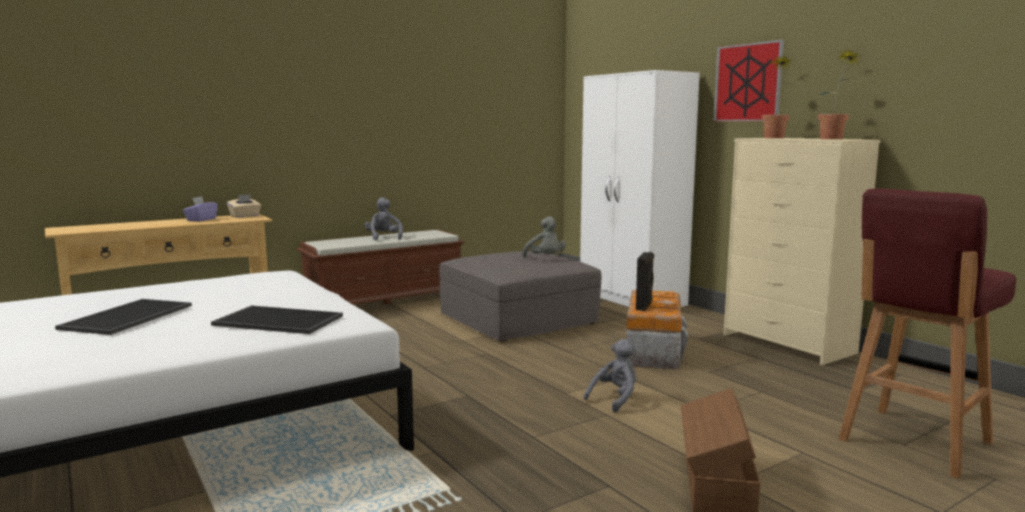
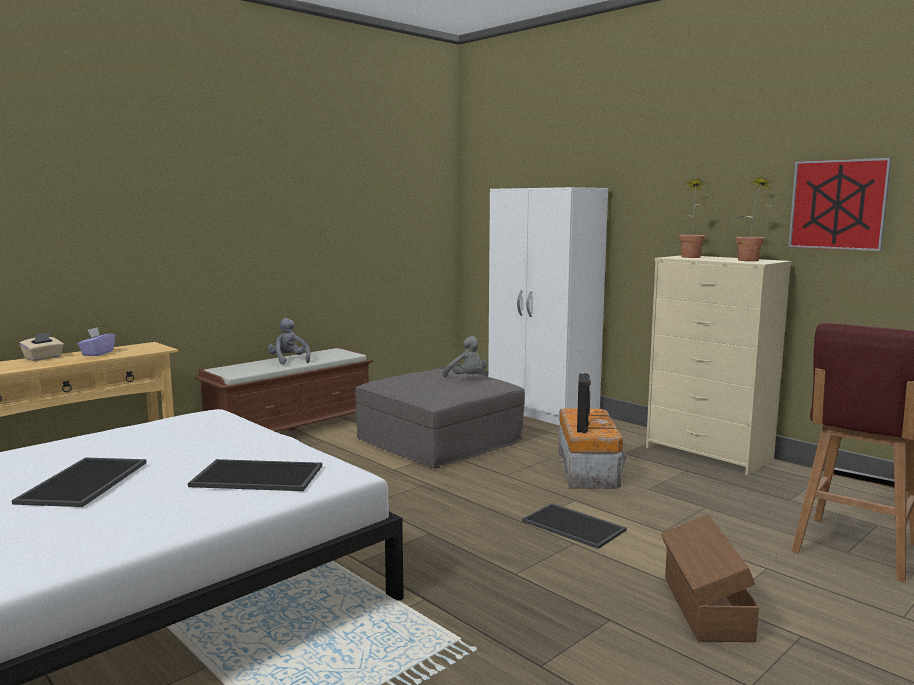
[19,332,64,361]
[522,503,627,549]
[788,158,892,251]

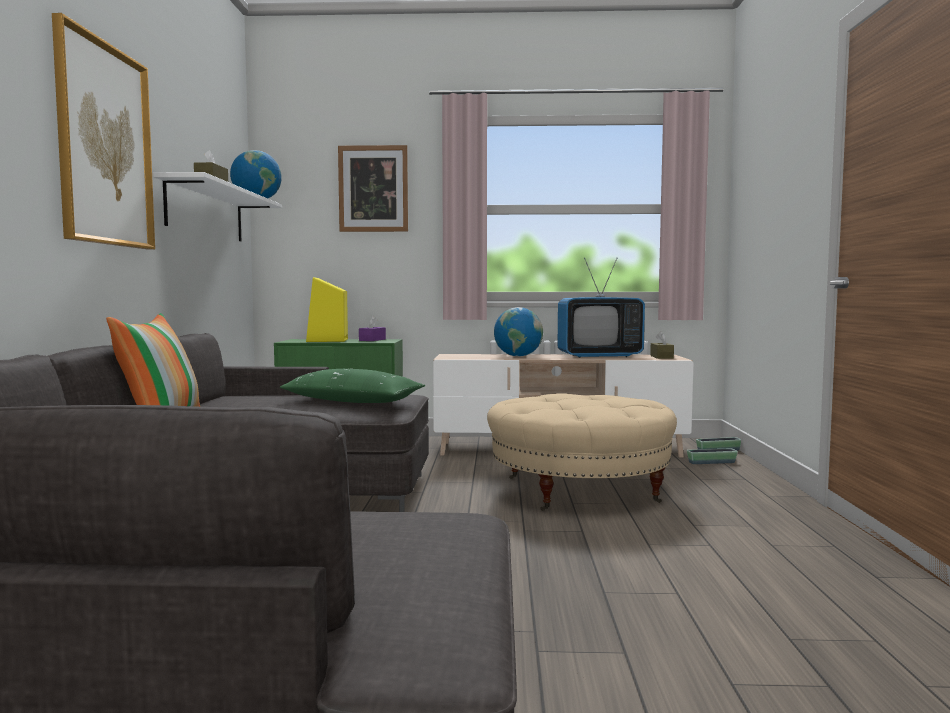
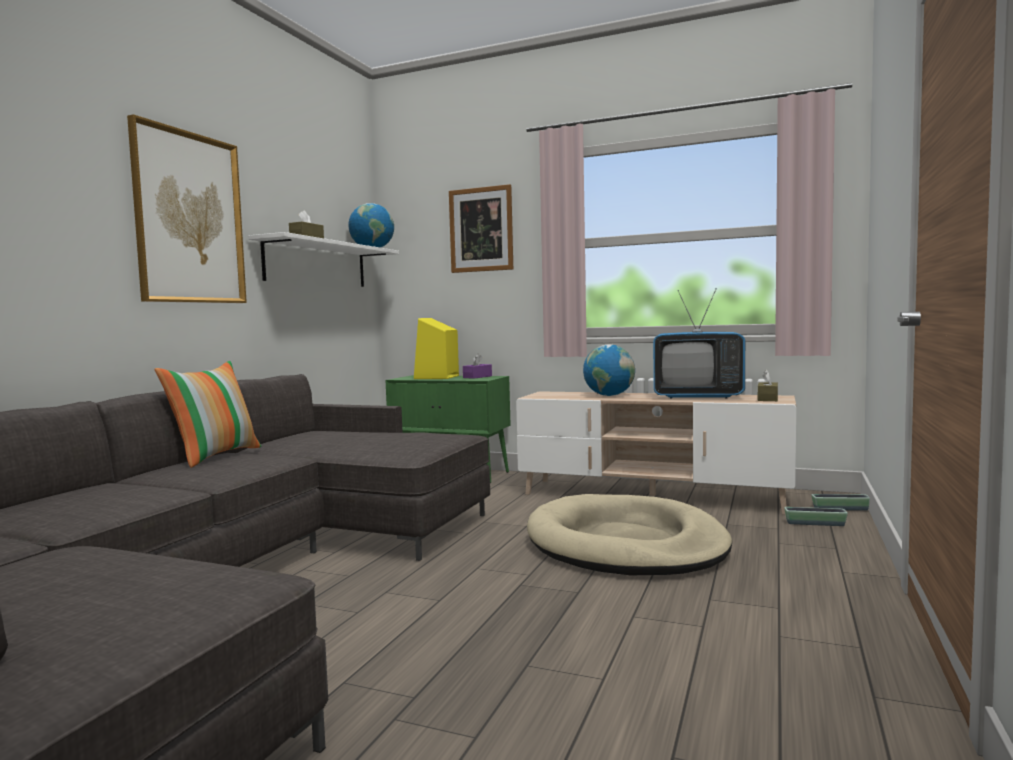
[280,369,425,403] (first image)
[527,494,732,575]

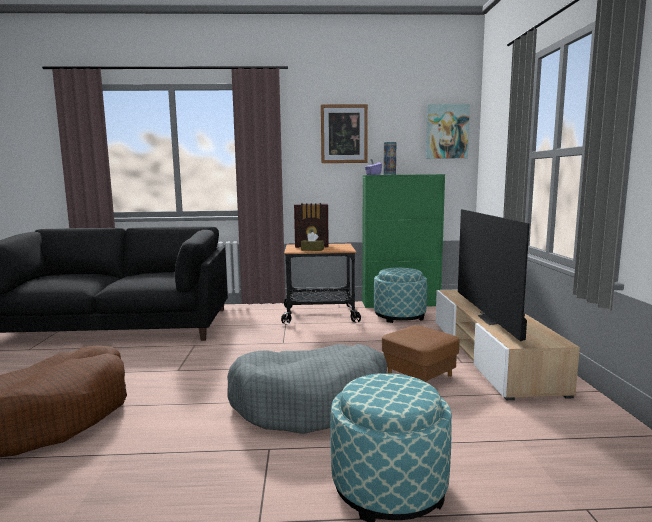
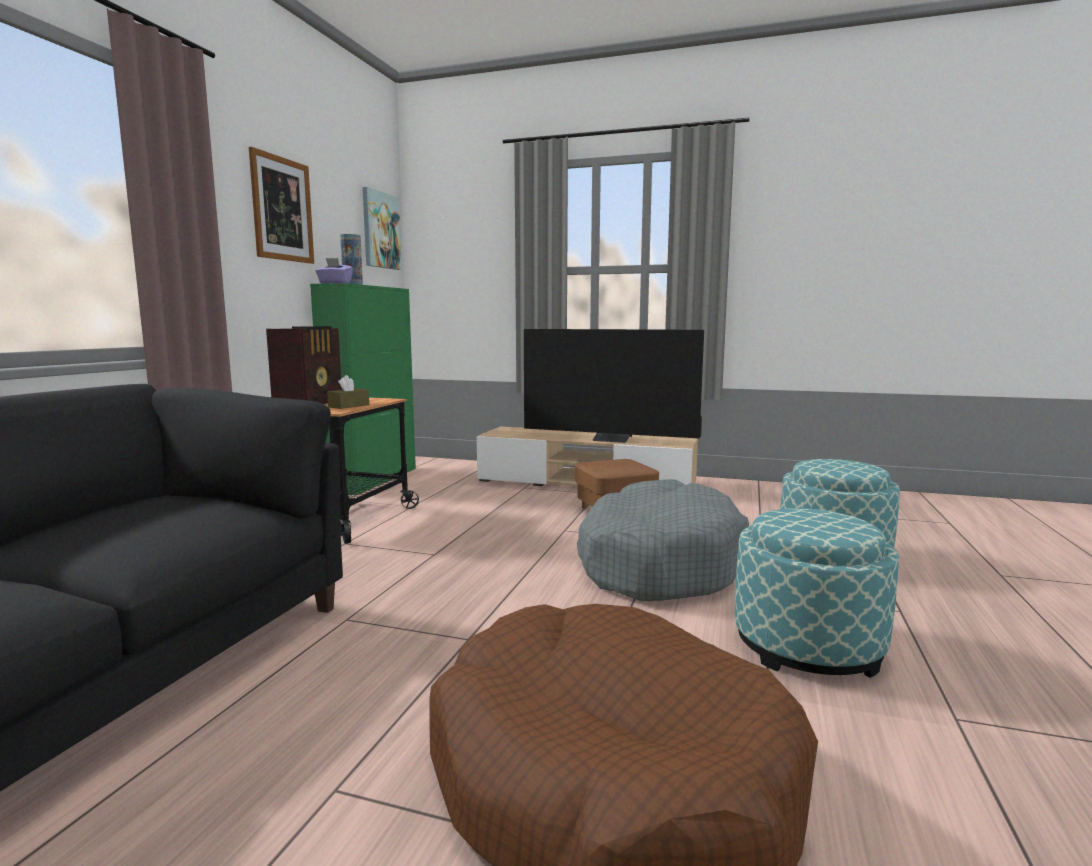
[735,508,899,678]

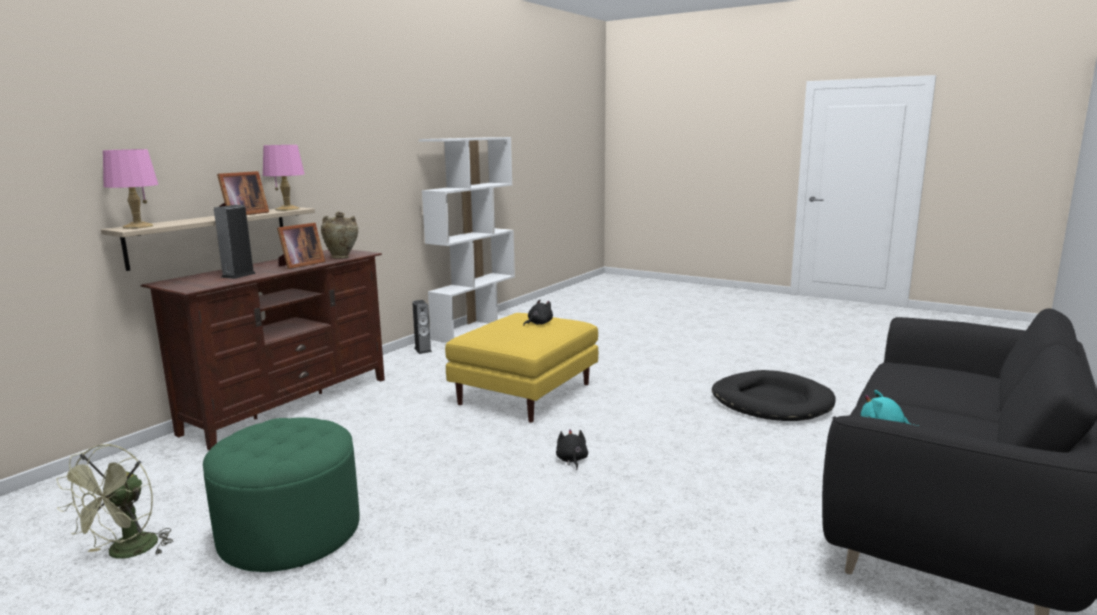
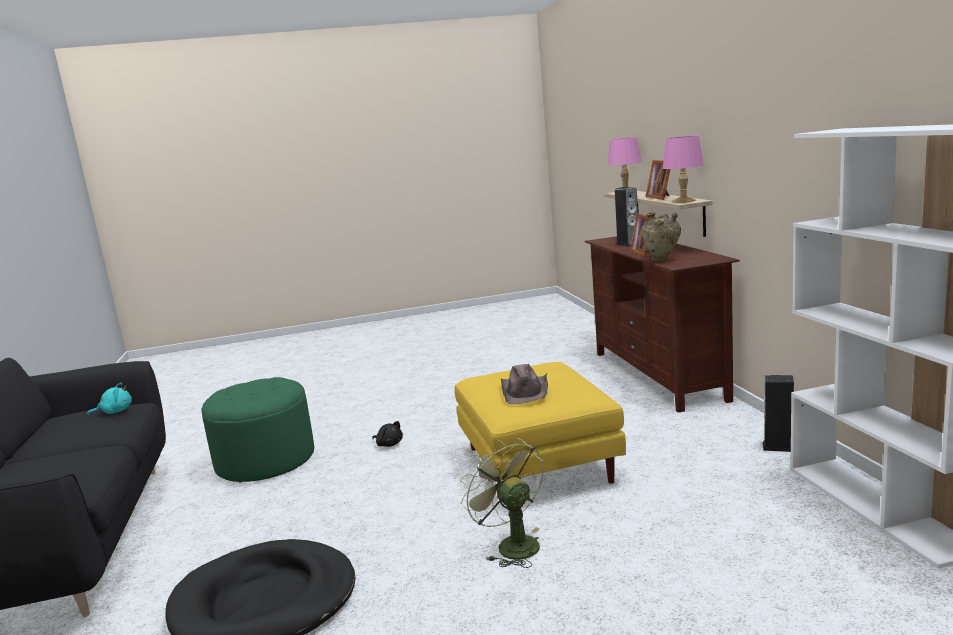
[460,438,544,568]
[202,377,314,482]
[501,364,548,404]

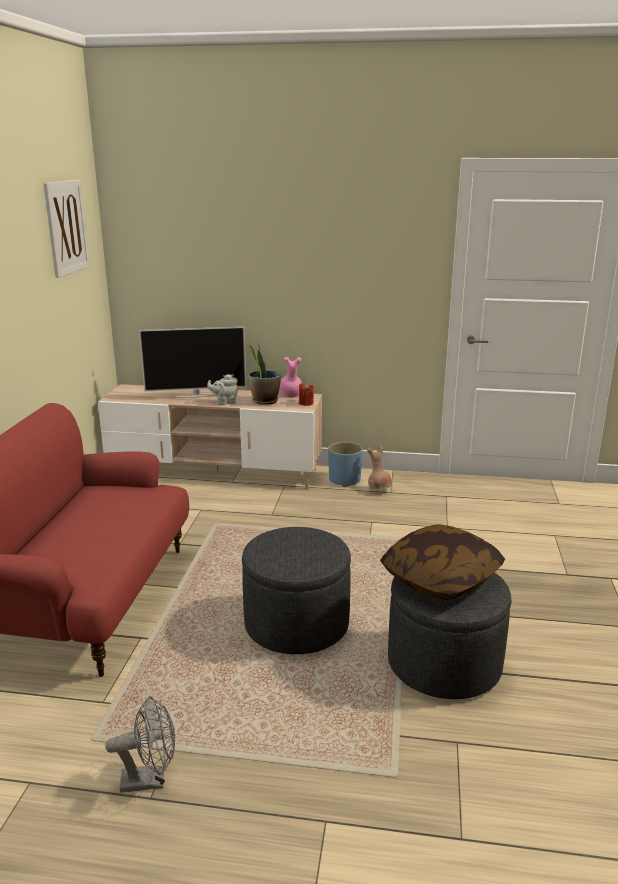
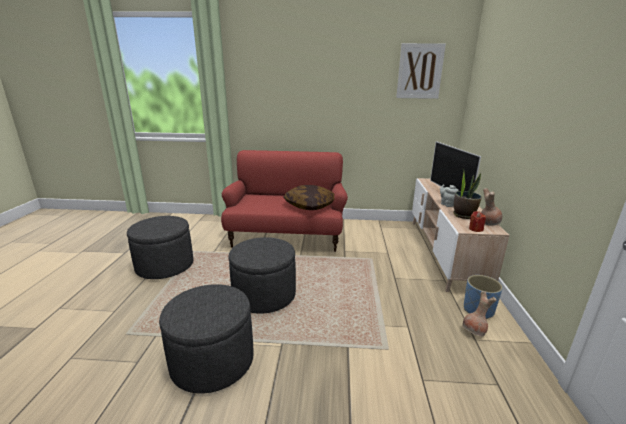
[127,216,193,279]
[481,188,502,226]
[284,185,334,210]

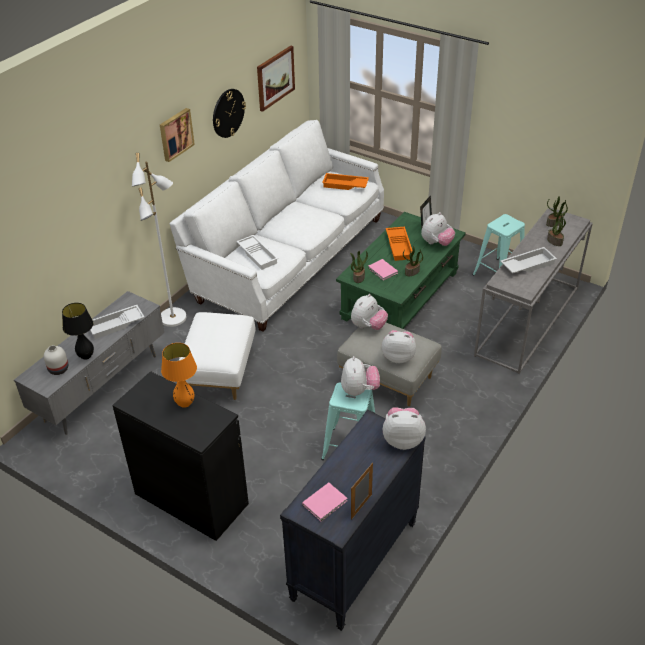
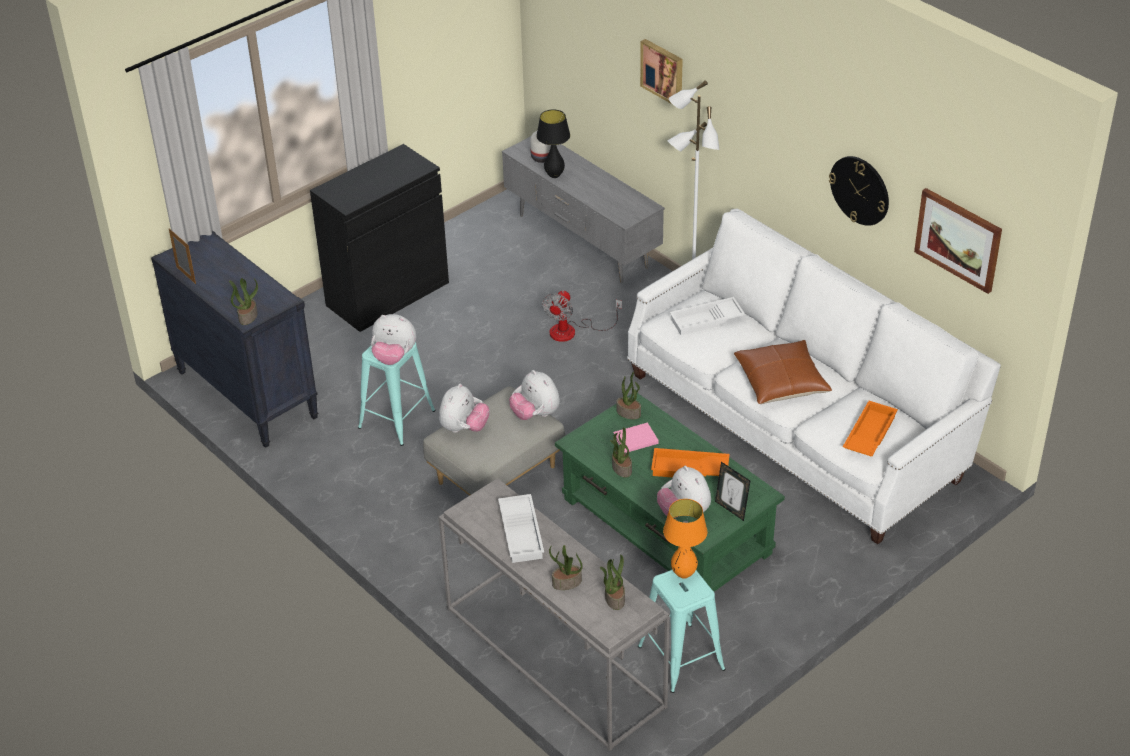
[90,305,144,339] (first image)
[640,39,683,105]
[663,499,707,579]
[542,290,622,342]
[302,483,347,521] (first image)
[229,278,258,325]
[734,340,832,404]

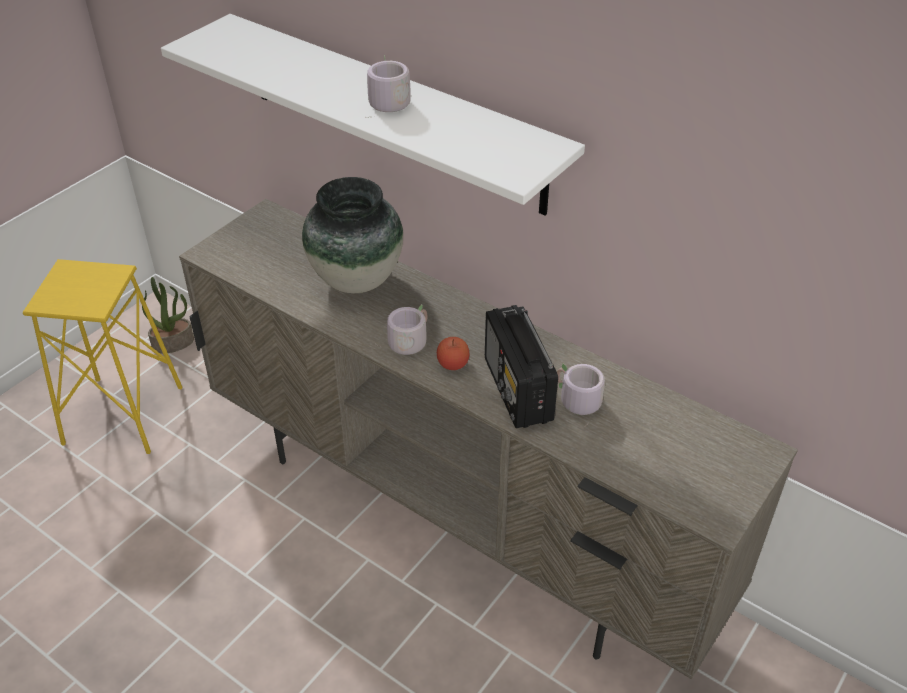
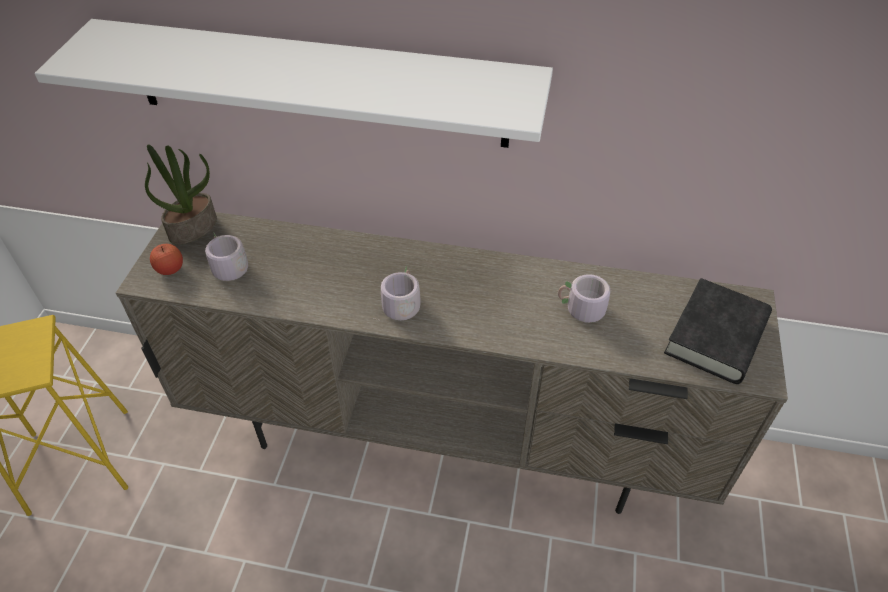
[145,144,217,244]
[302,177,403,293] (first image)
[205,232,248,281]
[150,244,183,275]
[485,305,558,428] (first image)
[664,278,772,384]

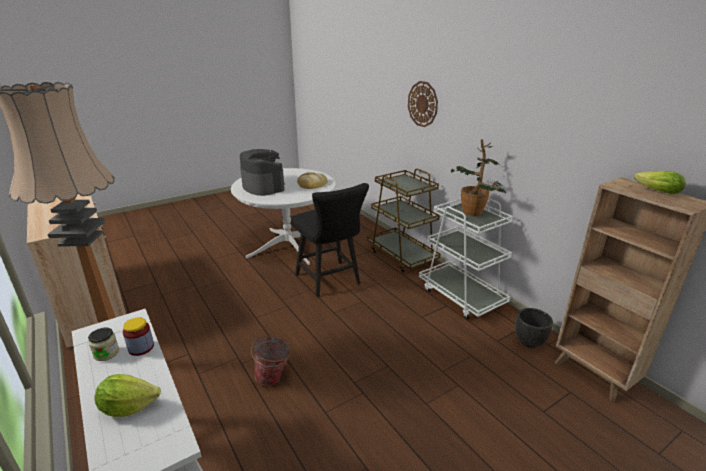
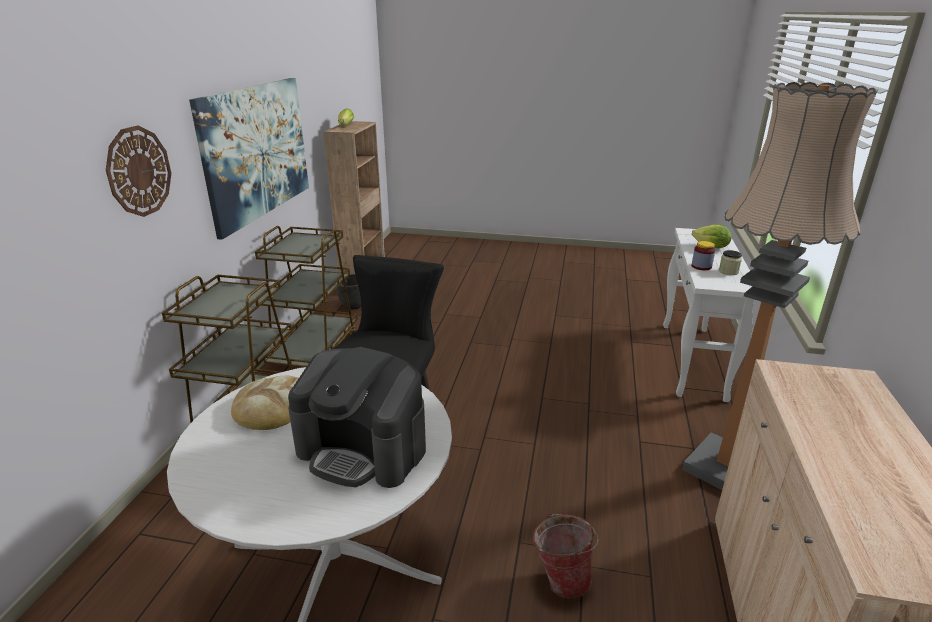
[288,347,426,488]
[533,513,598,599]
[255,226,358,367]
[451,139,506,216] (first image)
[189,78,309,240]

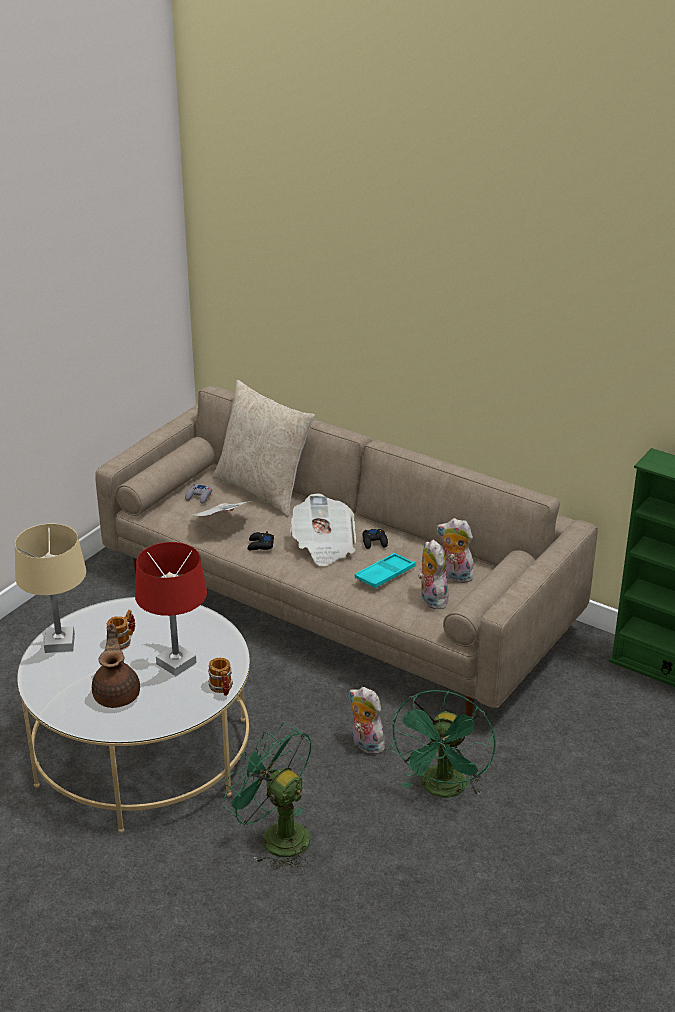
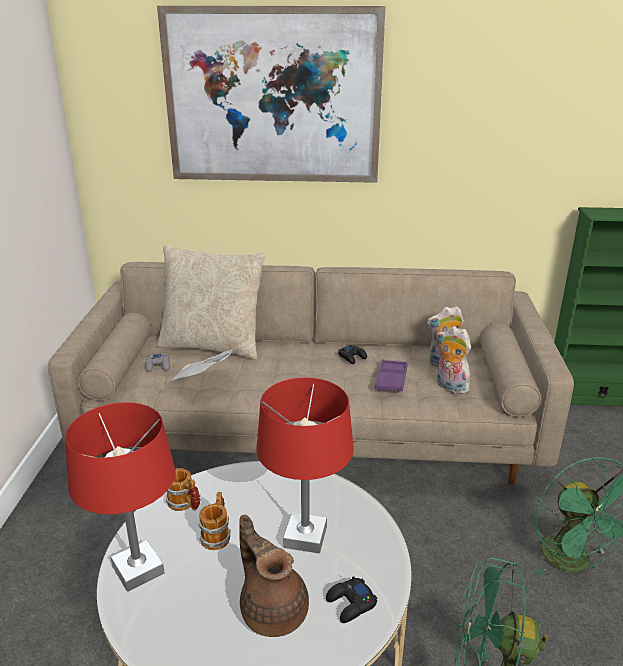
[65,402,175,592]
[166,468,200,511]
[326,576,377,623]
[290,494,356,567] (first image)
[349,687,385,755] (first image)
[375,360,408,393]
[157,6,386,183]

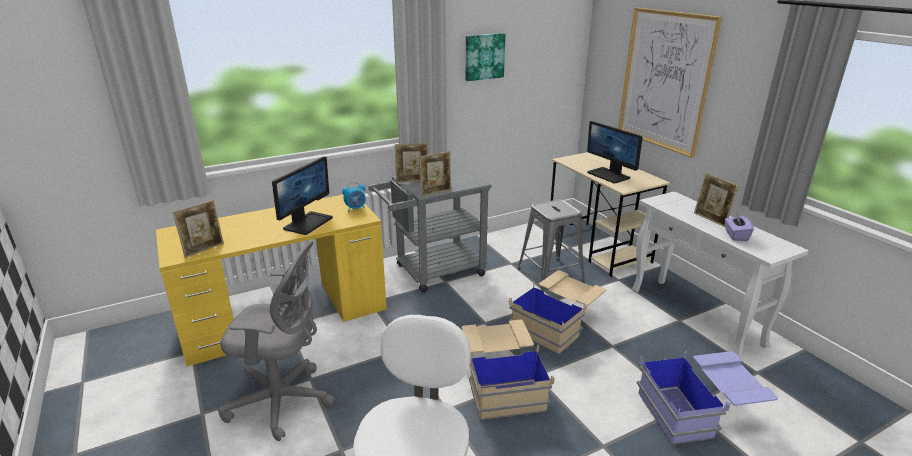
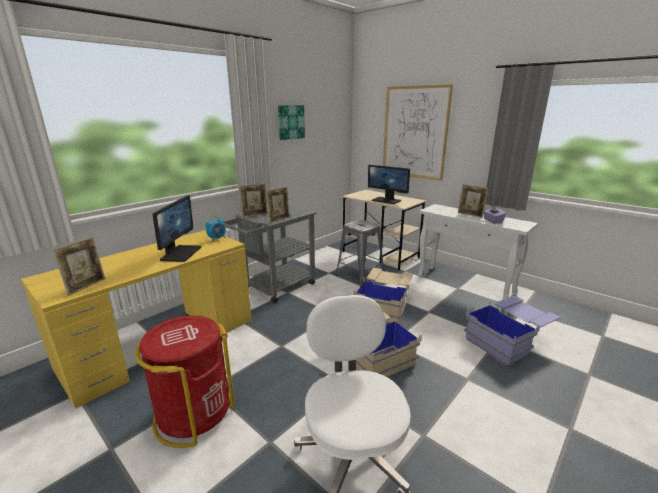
[135,315,235,448]

